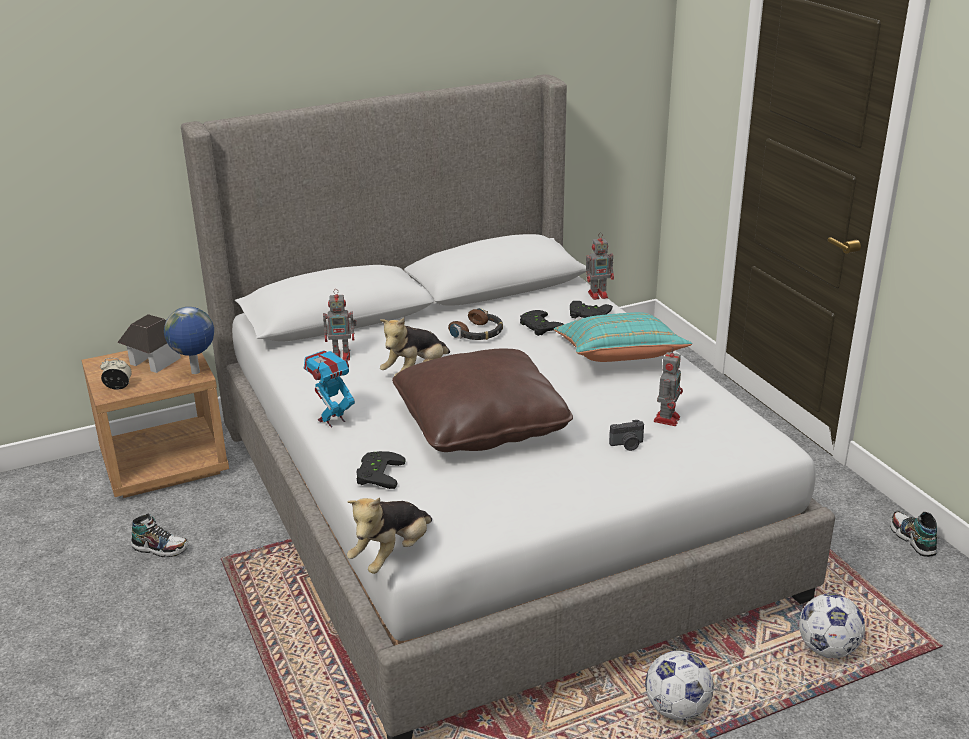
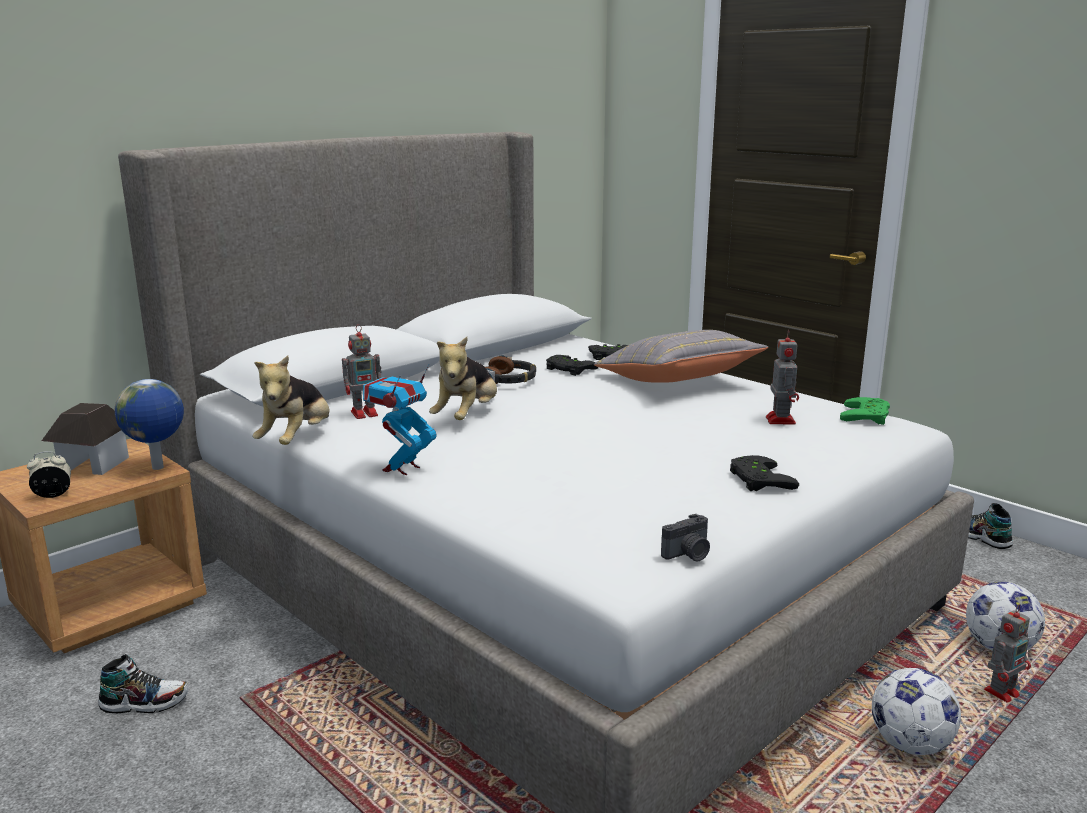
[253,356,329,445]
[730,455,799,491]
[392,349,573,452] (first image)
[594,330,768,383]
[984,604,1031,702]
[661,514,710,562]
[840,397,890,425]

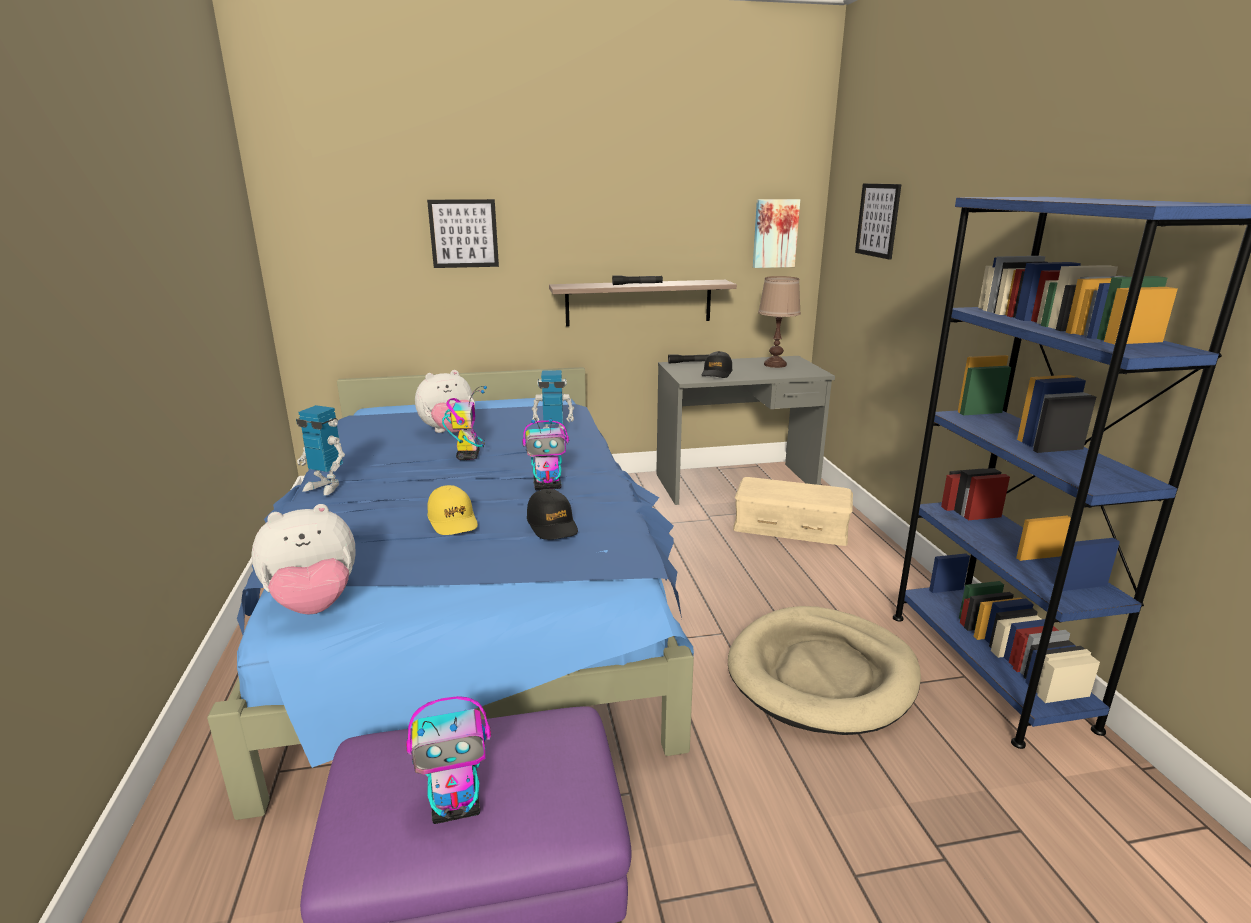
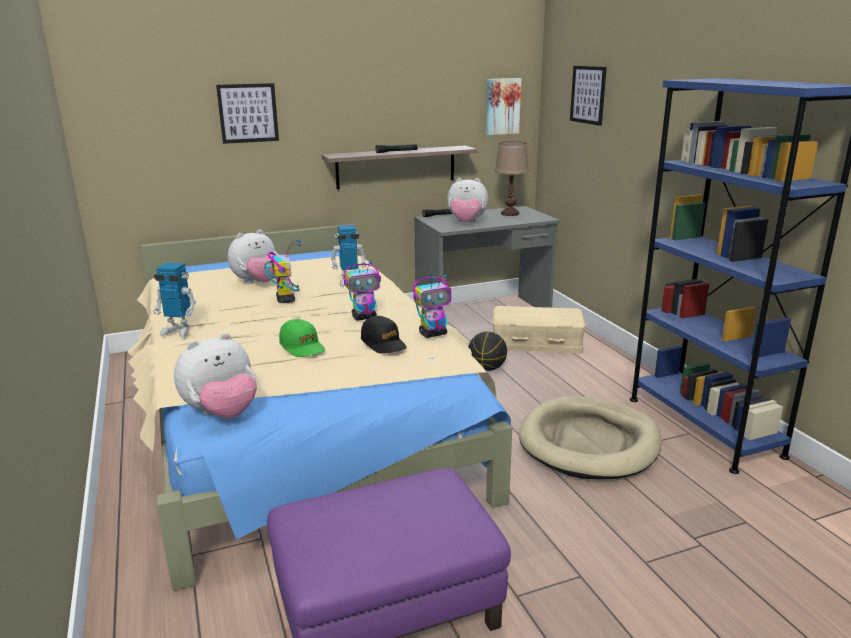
[128,224,512,591]
[413,275,451,338]
[279,319,325,357]
[447,178,488,222]
[468,332,507,371]

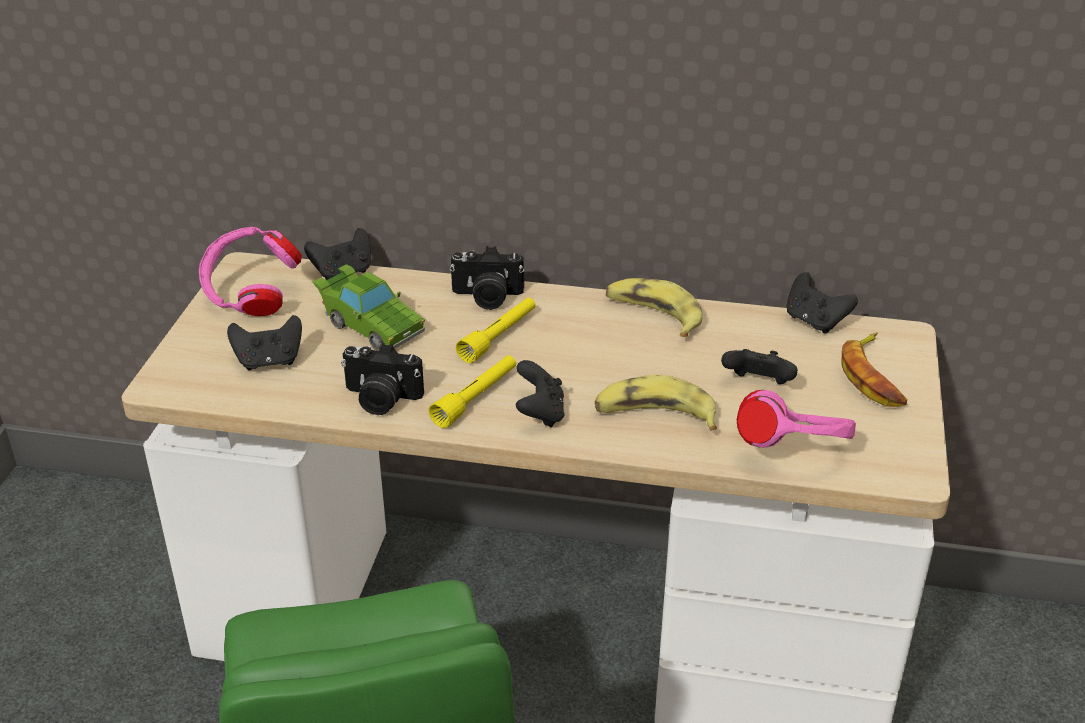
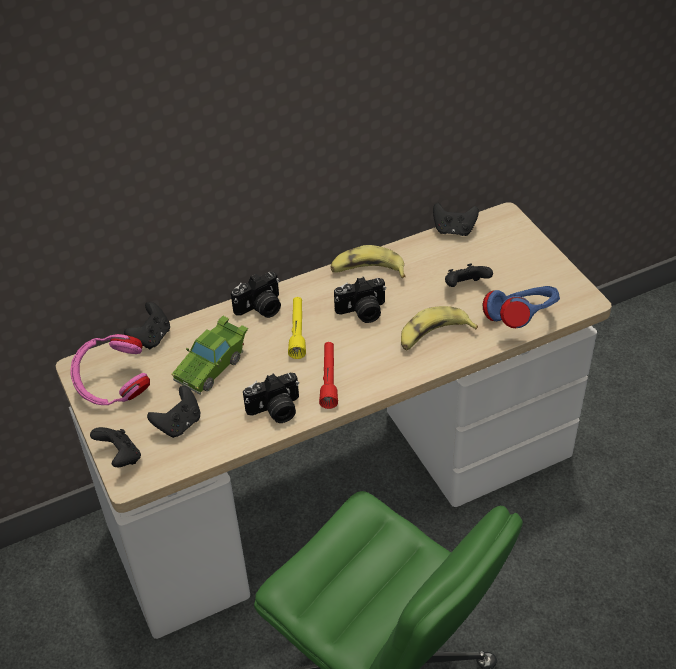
[171,316,248,395]
[319,342,338,409]
[90,427,141,467]
[483,286,560,328]
[842,333,907,407] (first image)
[334,277,386,323]

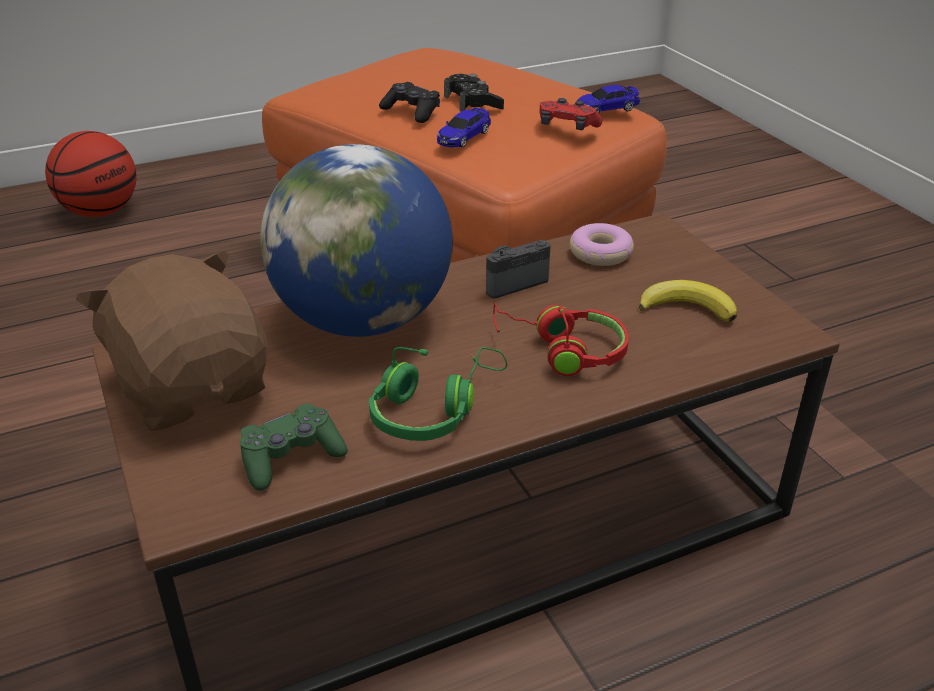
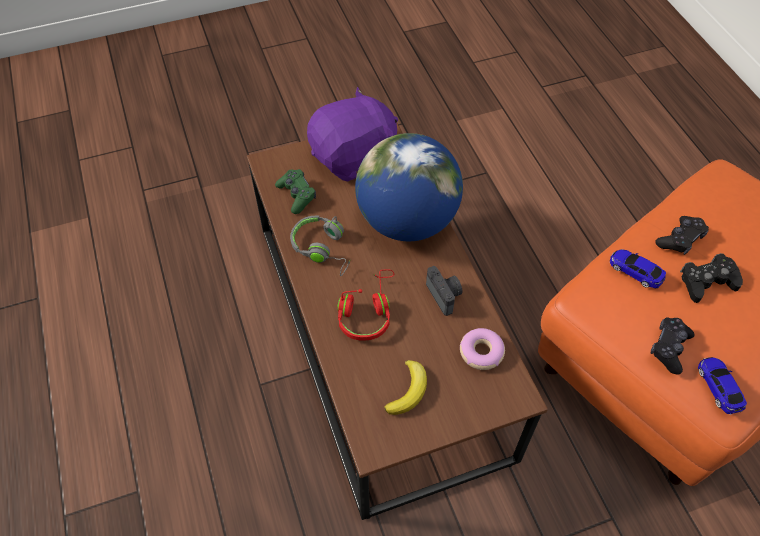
[45,131,137,217] (first image)
[307,87,398,181]
[290,216,351,276]
[651,317,695,375]

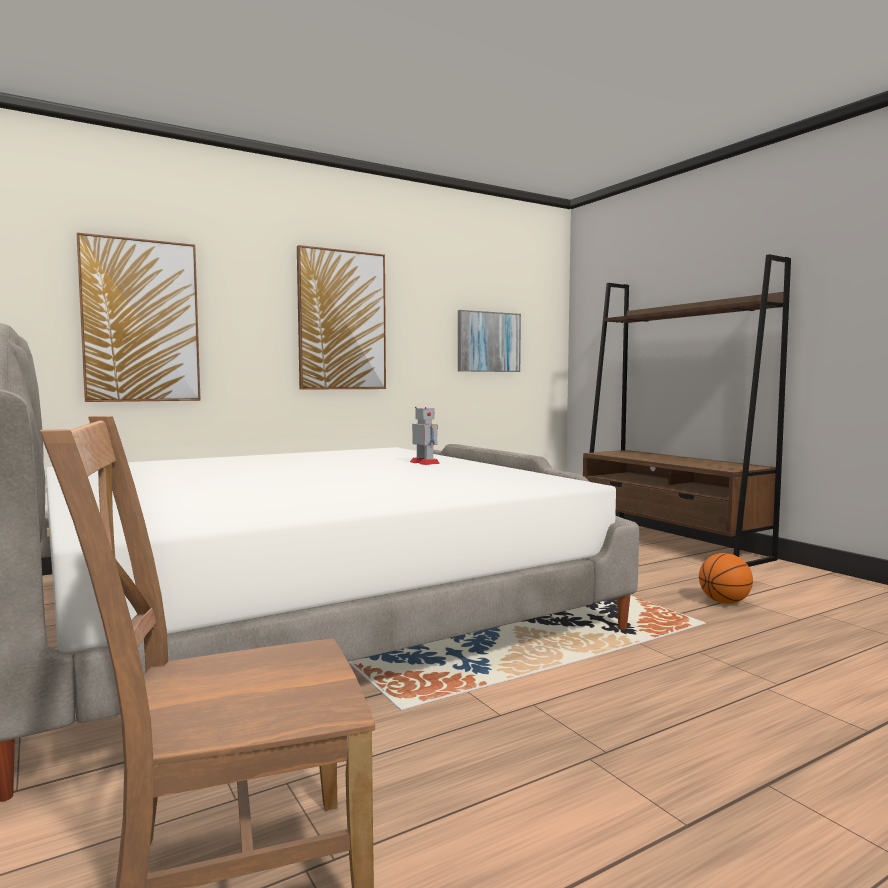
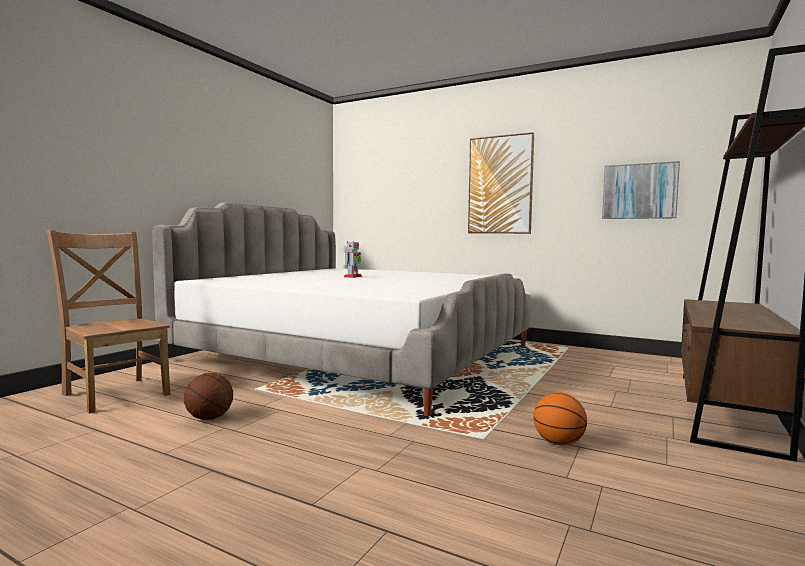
[77,232,200,402] (first image)
[344,241,363,278]
[184,373,233,420]

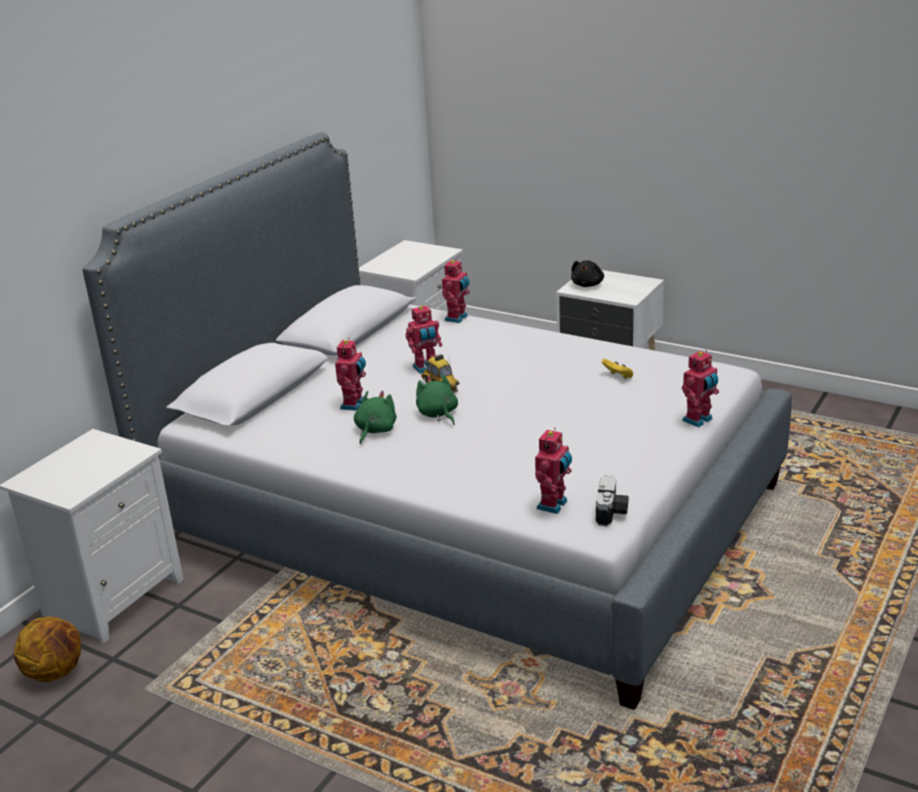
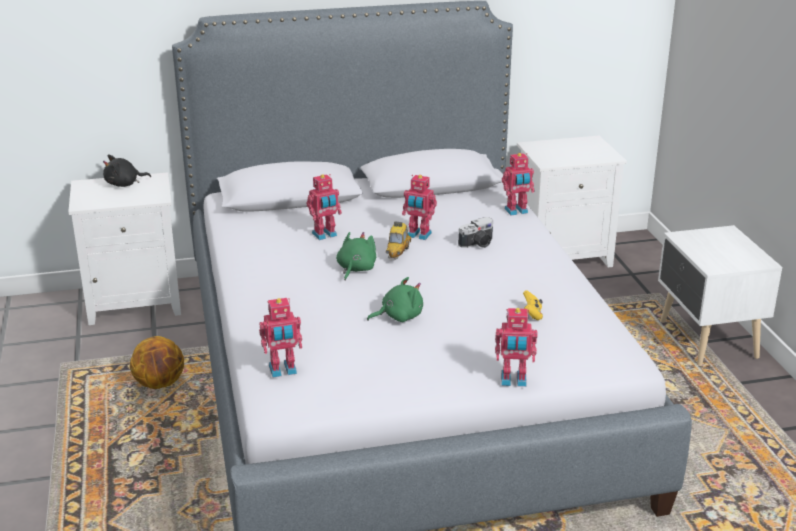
[130,336,184,389]
[367,277,423,322]
[103,155,151,187]
[458,217,493,248]

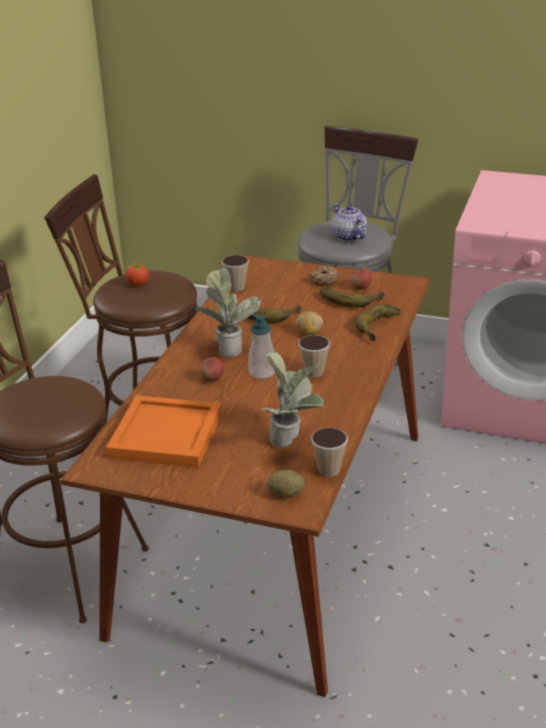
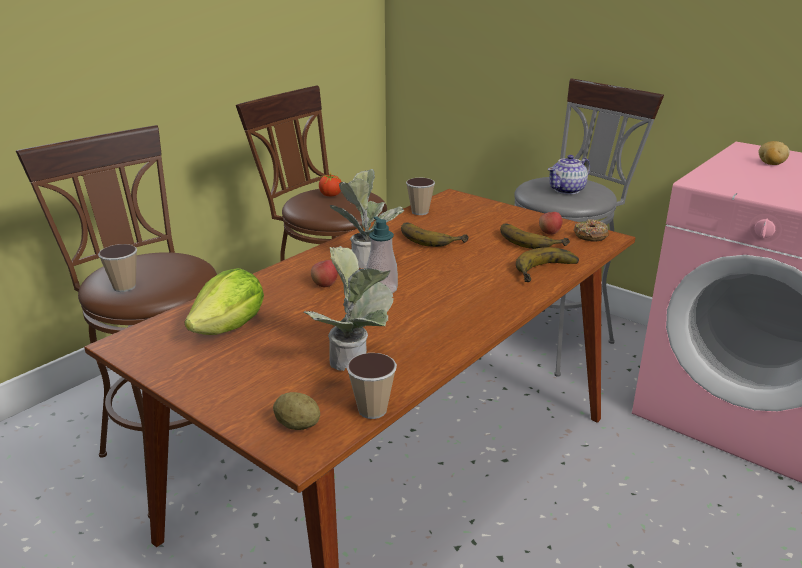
[184,268,264,335]
[758,141,790,165]
[98,244,137,292]
[574,219,609,242]
[548,155,590,195]

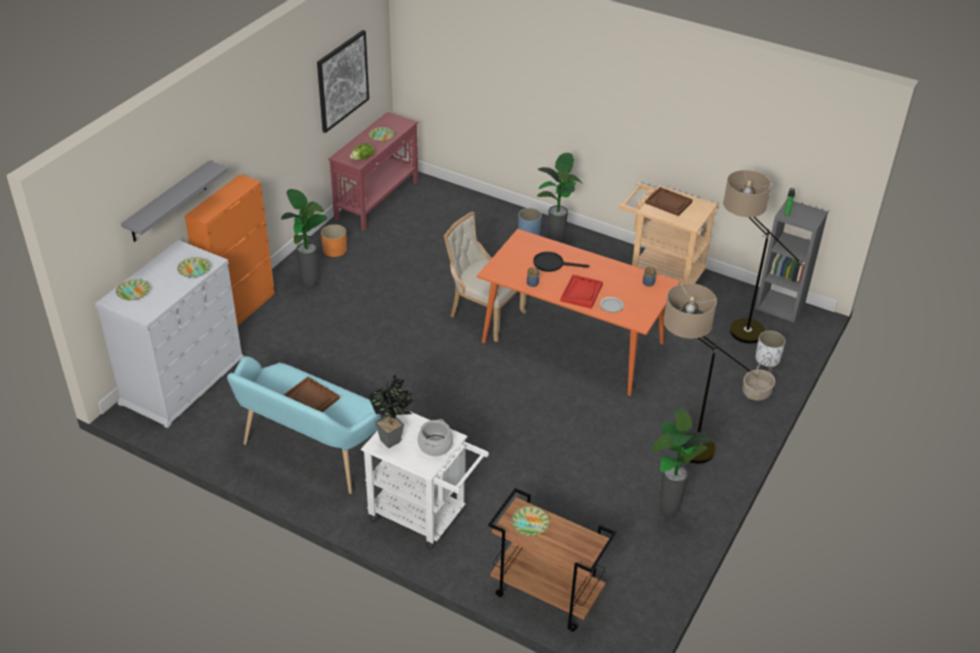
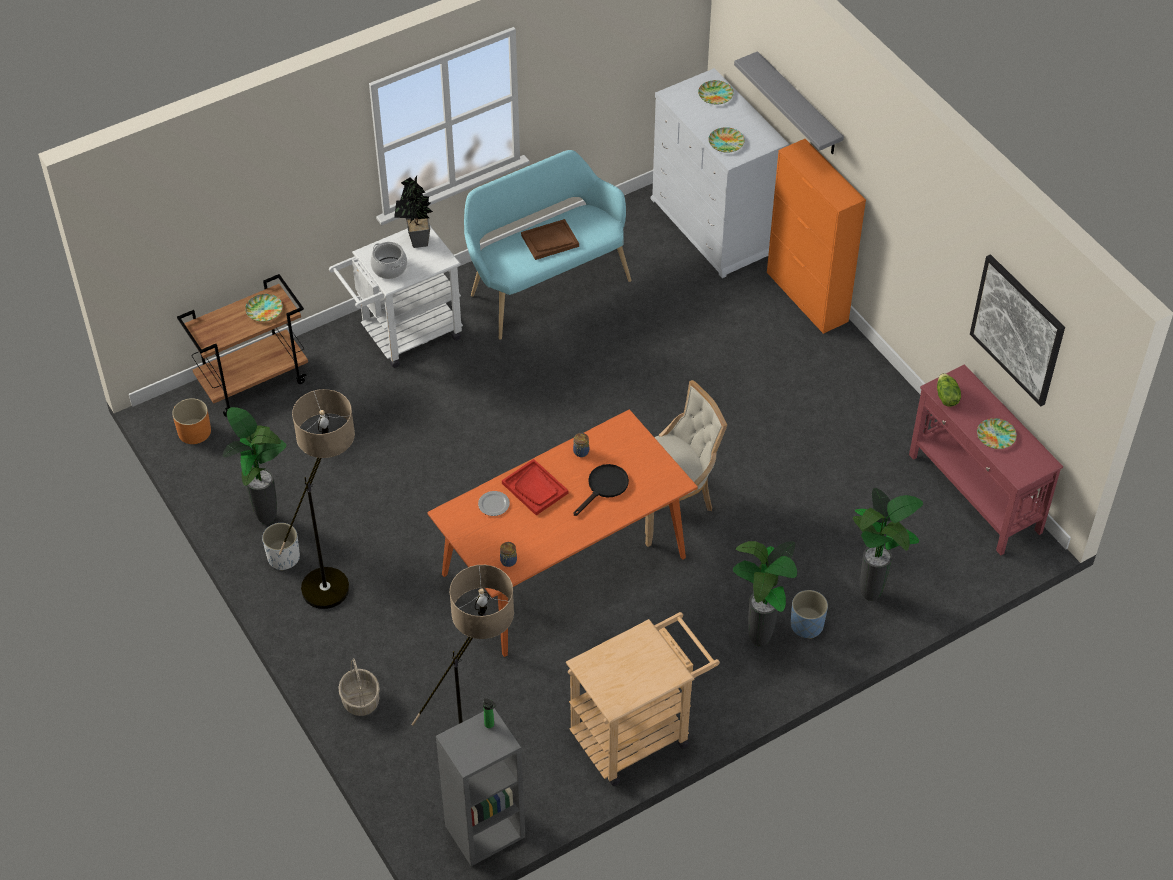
[853,488,923,601]
[172,398,211,444]
[645,187,693,216] (first image)
[262,523,300,571]

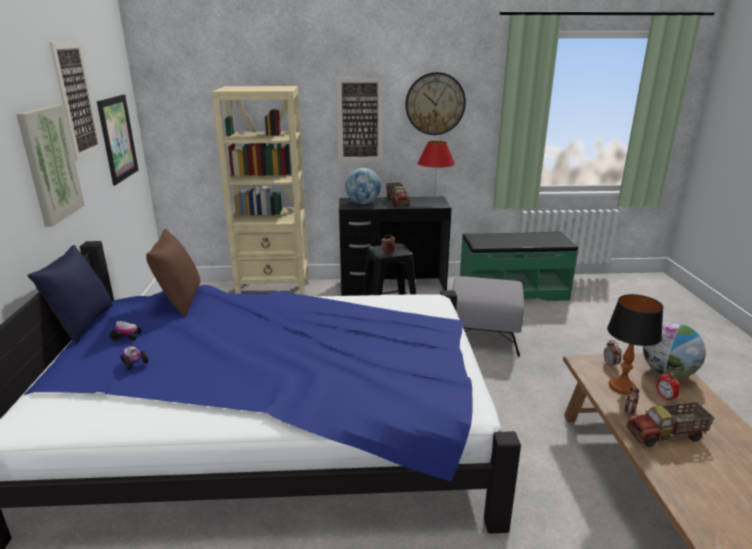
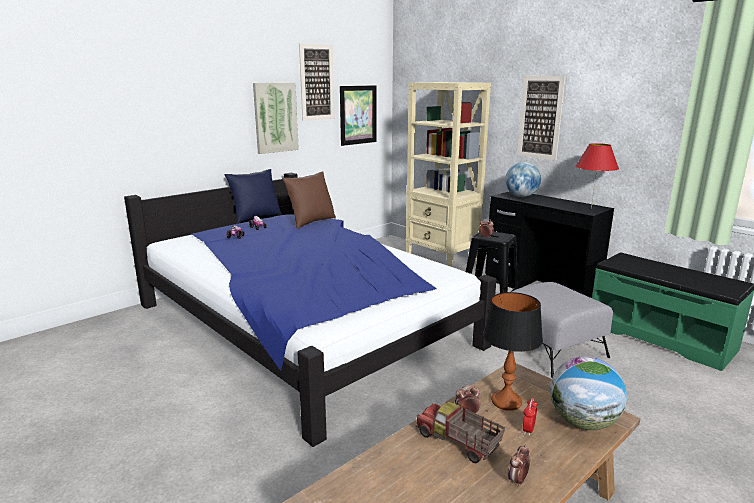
[386,182,410,207] (first image)
[405,72,466,135] (first image)
[508,444,530,487]

